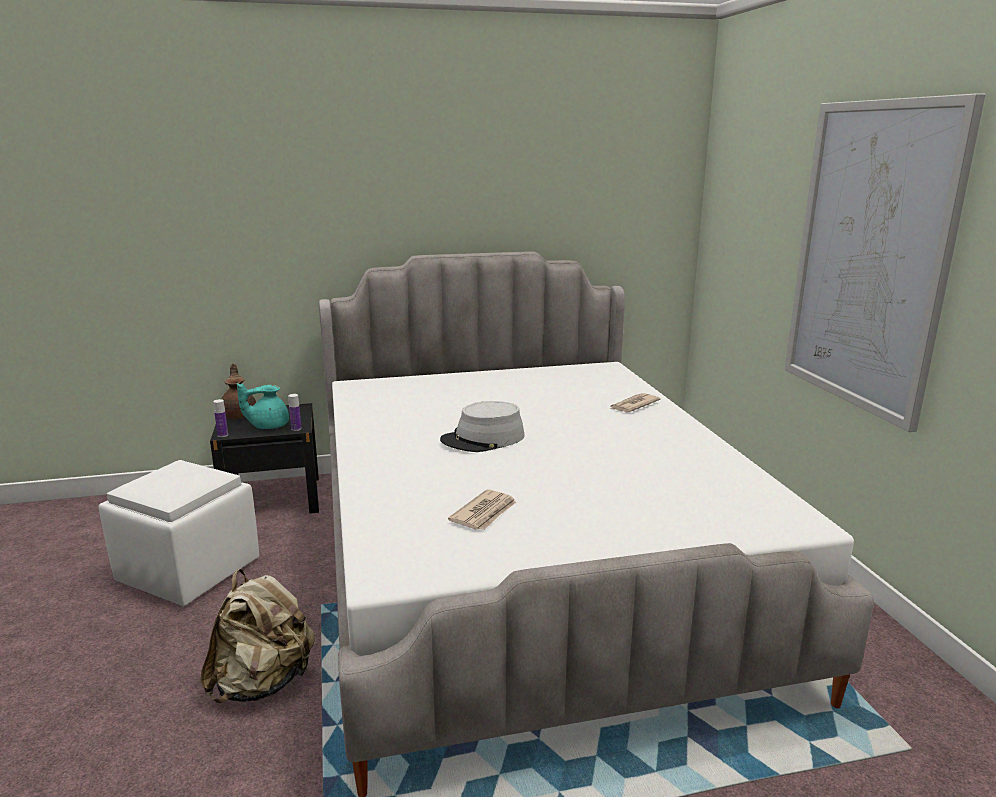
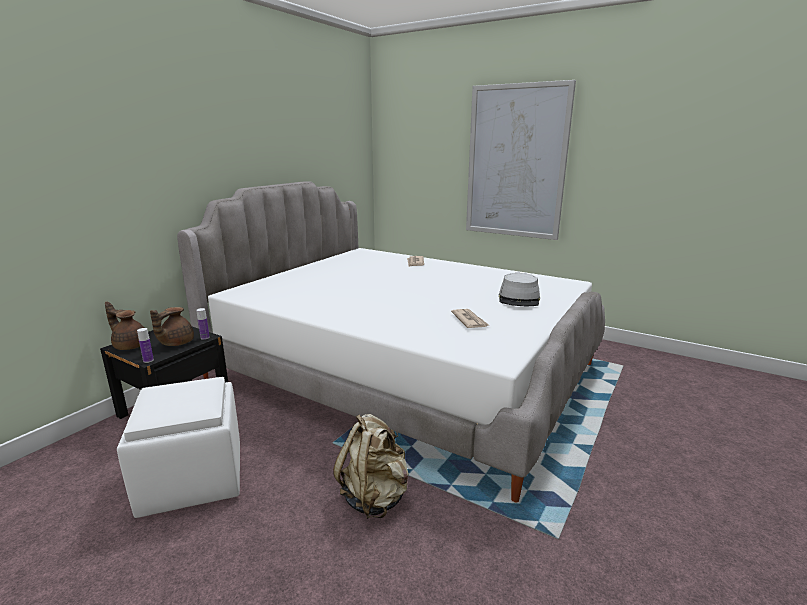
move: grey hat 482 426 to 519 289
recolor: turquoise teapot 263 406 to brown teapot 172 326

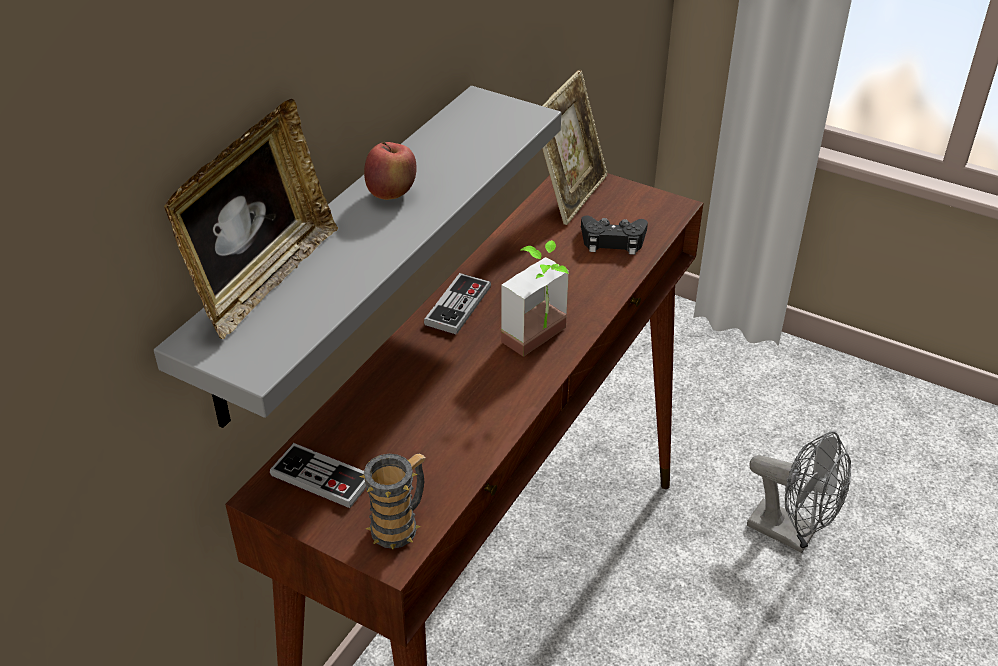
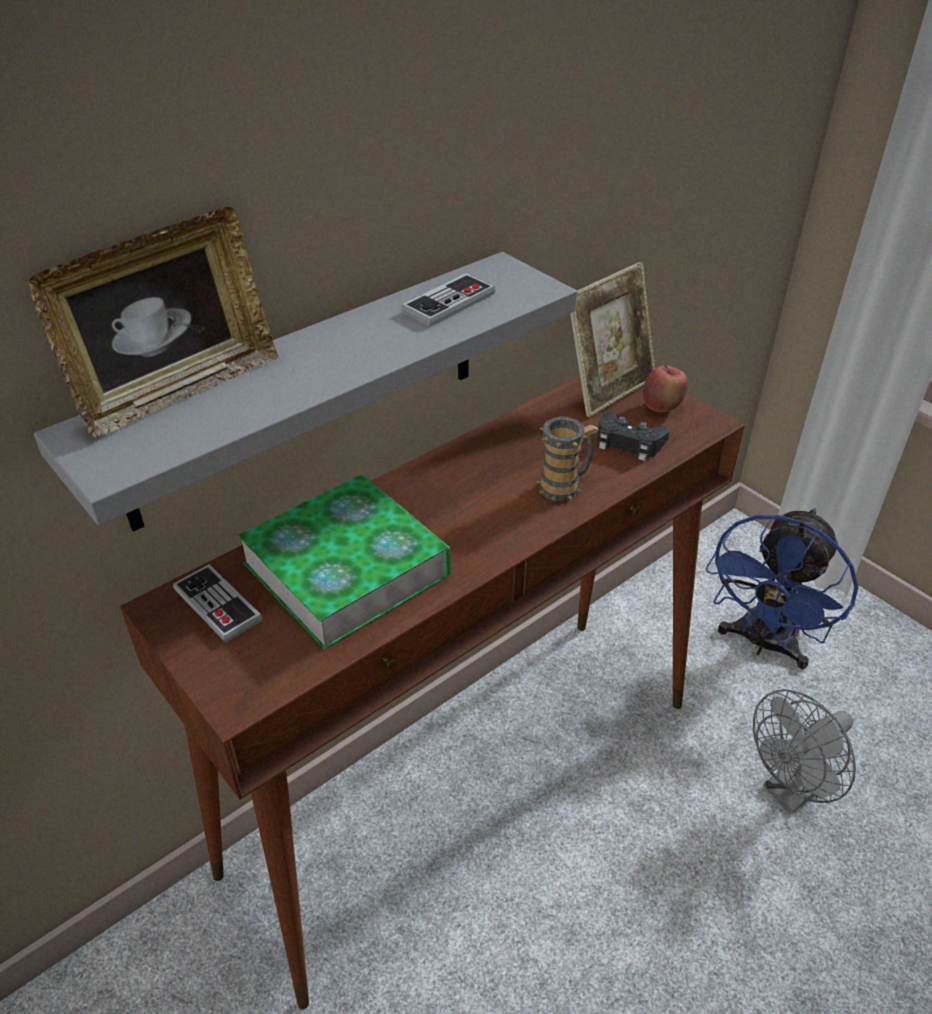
delete: potted plant 535 298
insert: book 344 562; blue fan 781 588
move: apple 390 170 to 665 388; game controller 457 304 to 448 300; mug 392 501 to 567 459
rotate: grey fan 799 492 = 804 751 90 degrees clockwise

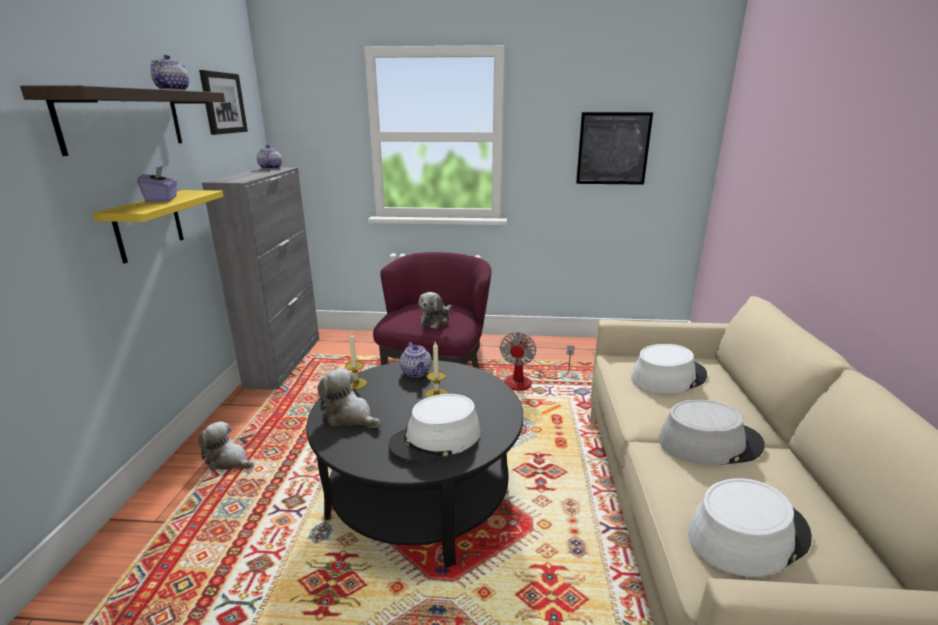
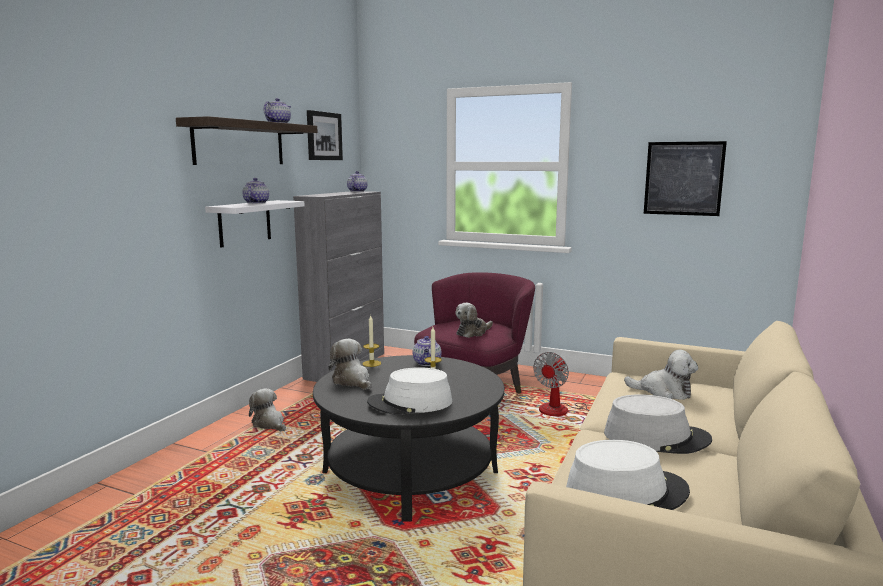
replace: purple tissue box 157 184 to teapot 255 191; white hat 669 369 to plush toy 661 375
recolor: yellow shelf 158 227 to white shelf 255 224

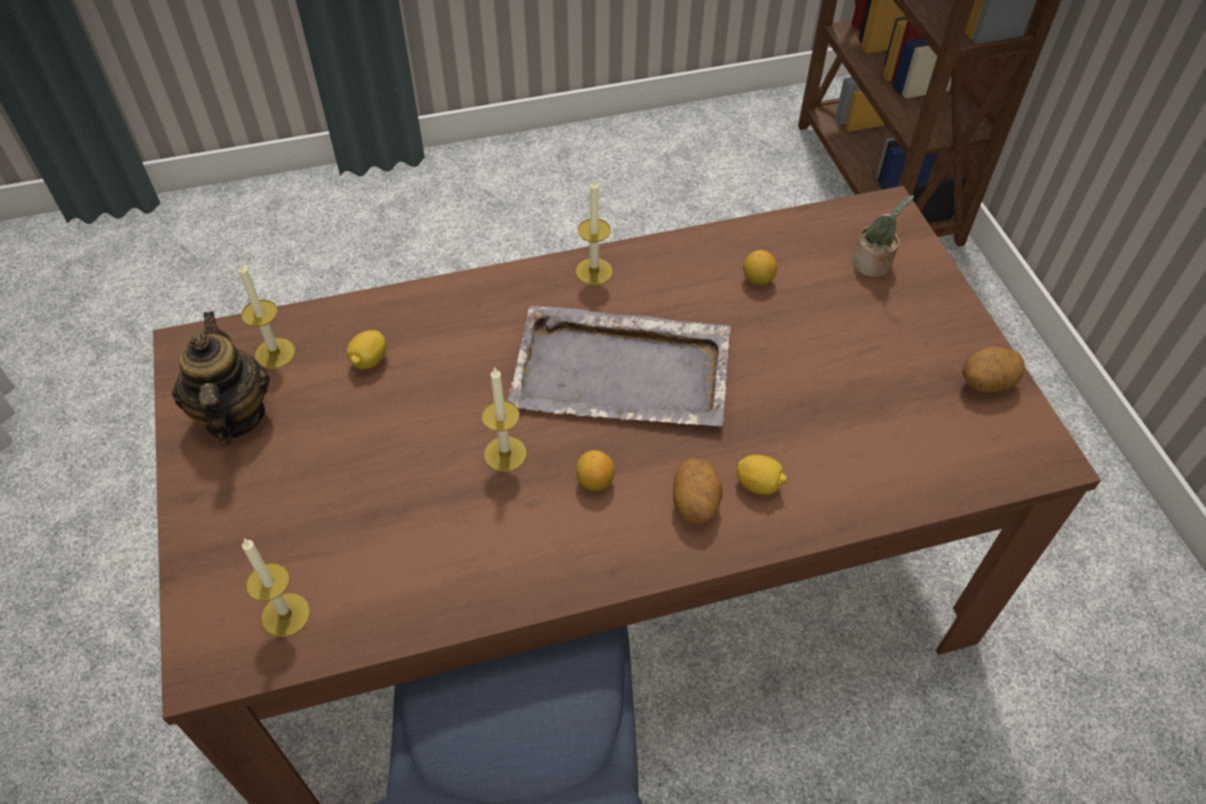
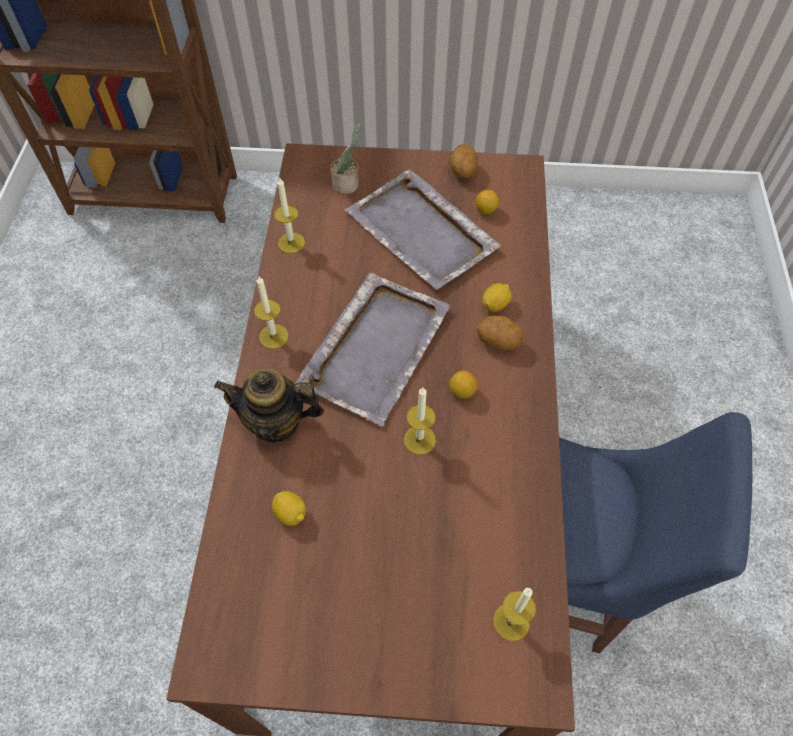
insert: grey tray 423 229
move: lemon 760 268 to 487 202; candle 266 315 to 289 215; teapot 221 379 to 269 405

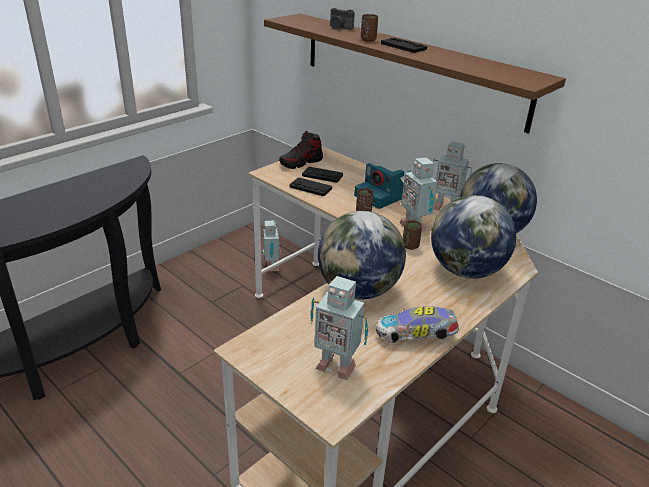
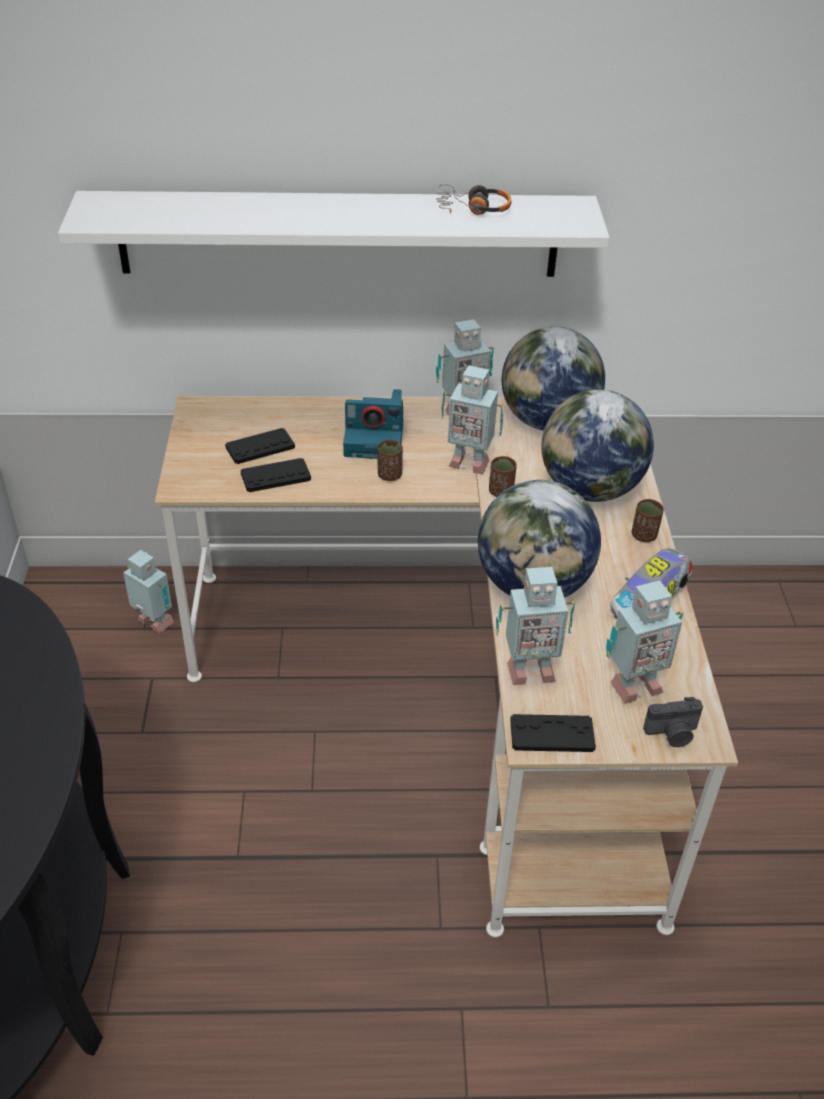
delete: shoe 301 150
insert: headphones 473 199; toy robot 535 626
move: photo camera 342 19 to 673 722; brown cup 369 28 to 648 520; black game controller 404 45 to 553 733
recolor: brown shelf 415 74 to white shelf 334 234

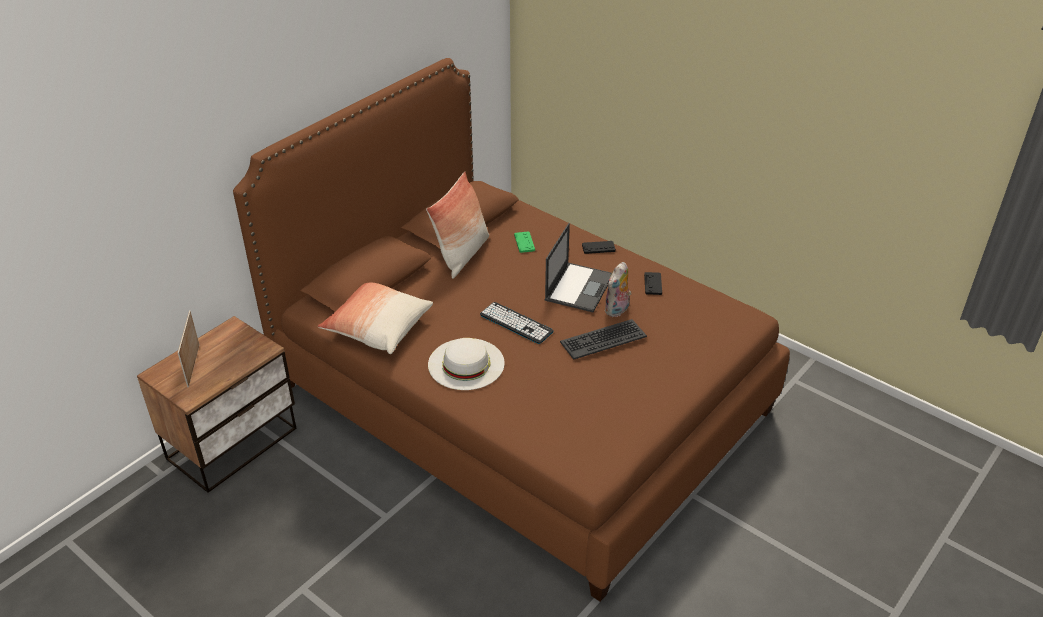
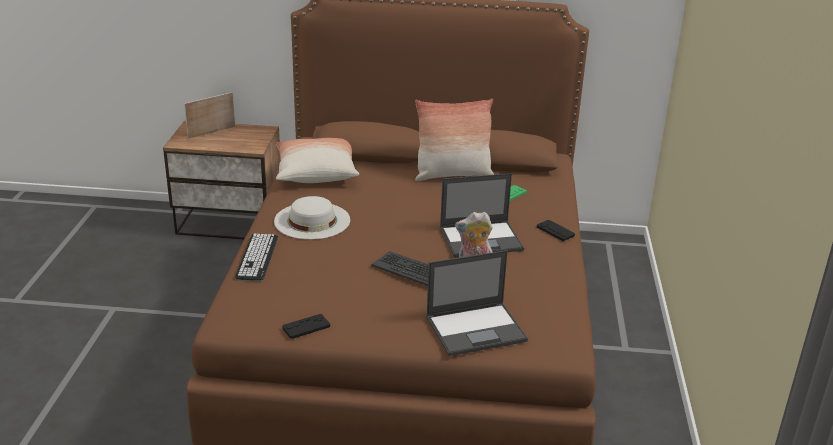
insert: laptop 477 303
move: black game controller 653 283 to 306 326; keyboard 517 323 to 256 257

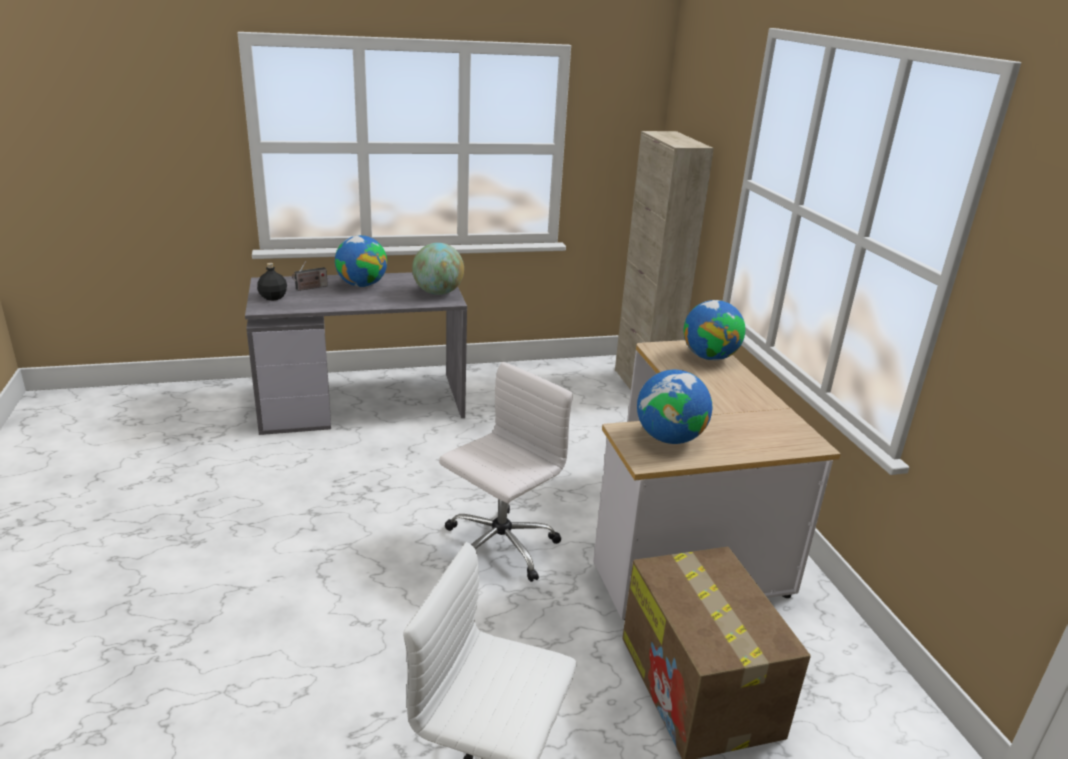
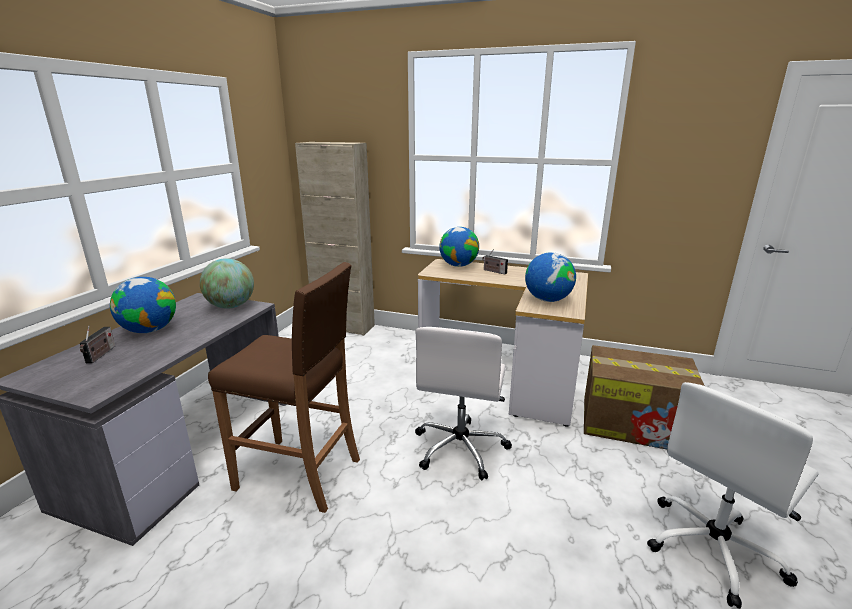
delete: black bottle 272 282
insert: radio 495 262; brown stool 284 387
rotate: white office chair 506 472 = 463 403 150 degrees counterclockwise

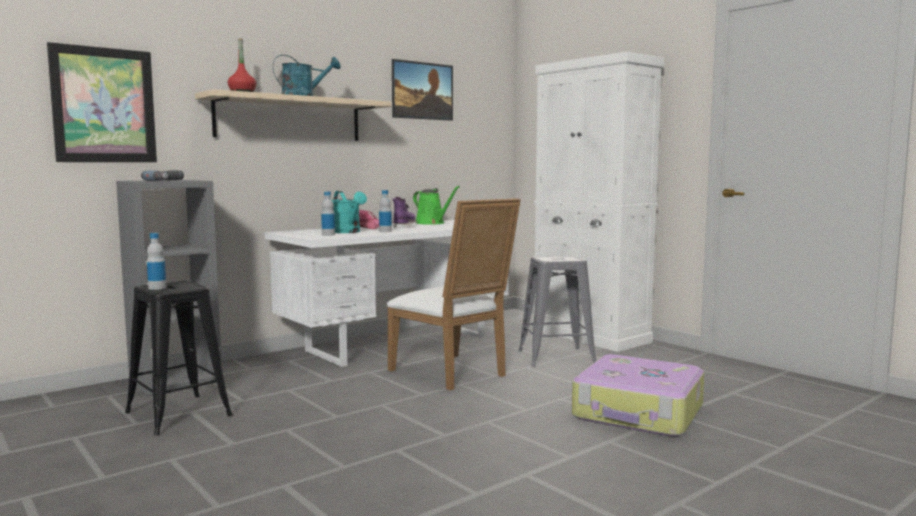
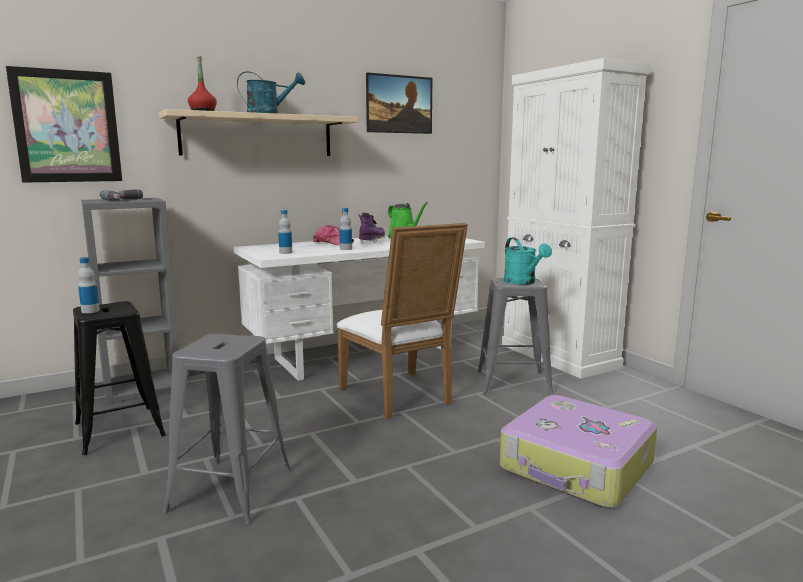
insert: grey stool 227 428
move: turquoise watering can 349 212 to 528 261

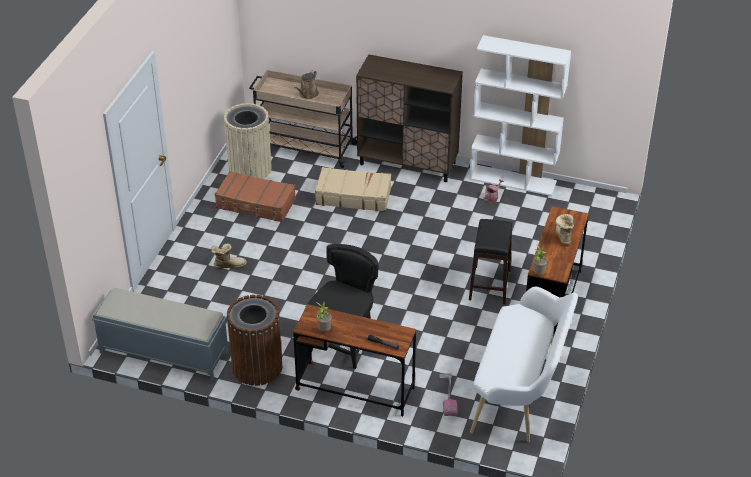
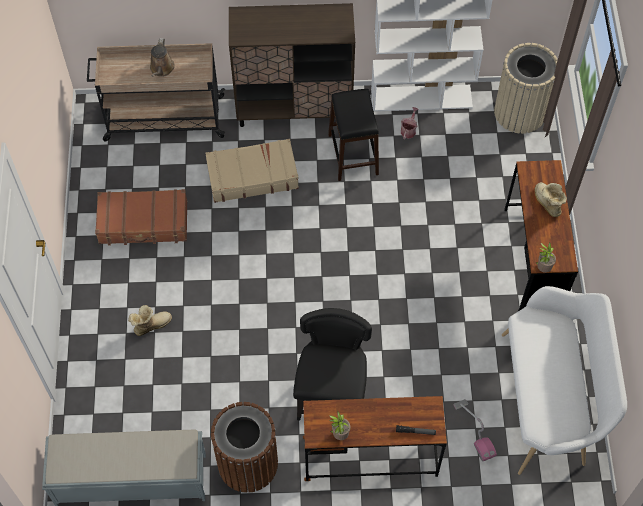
move: beige trash can 248 141 to 526 88; black stool 490 261 to 353 135

